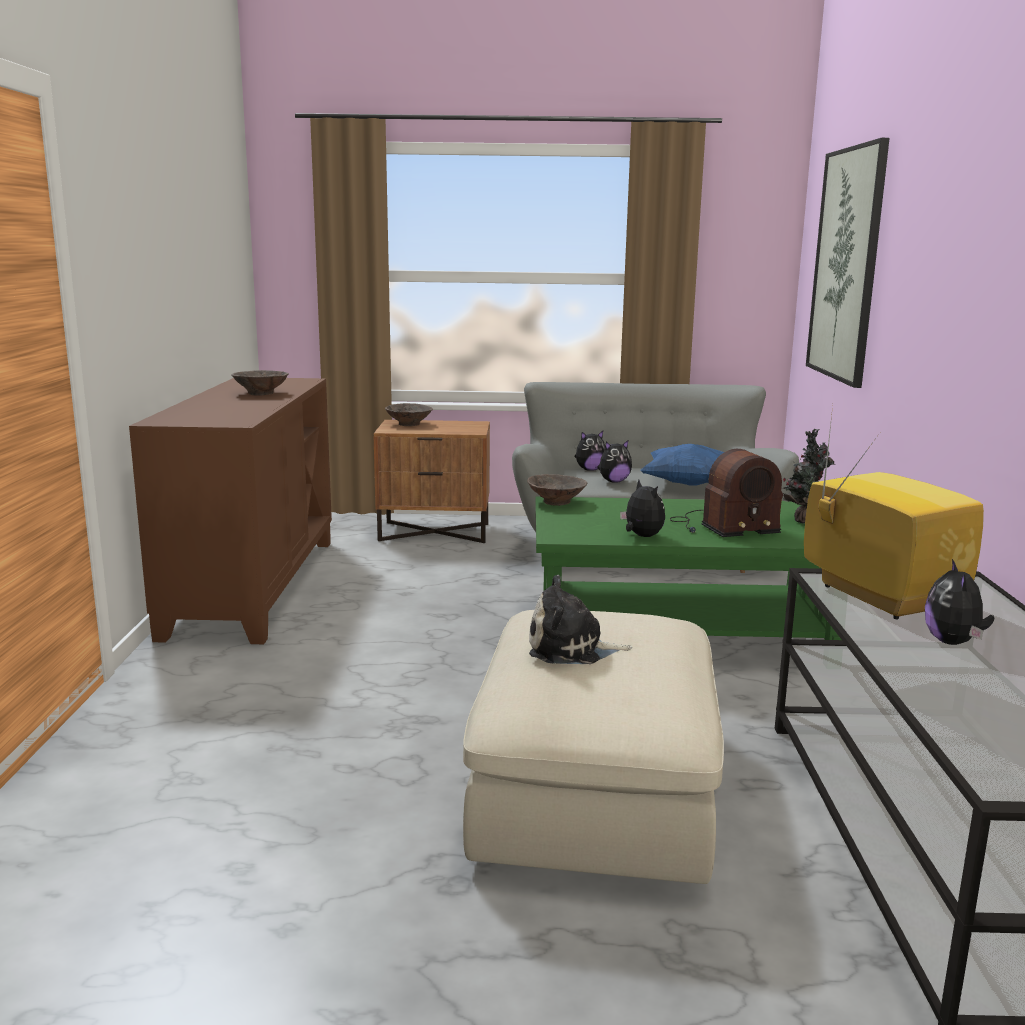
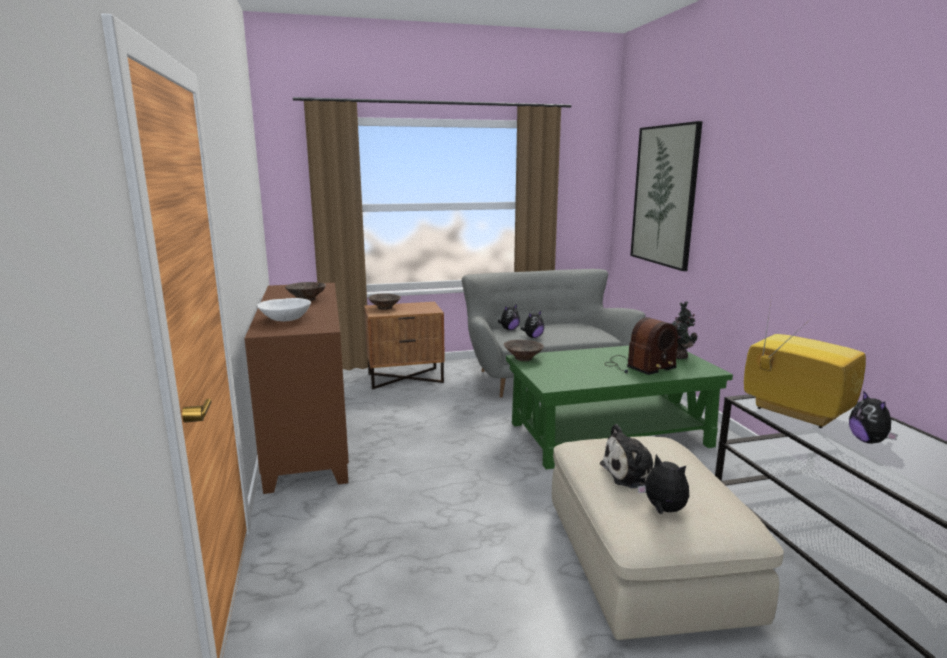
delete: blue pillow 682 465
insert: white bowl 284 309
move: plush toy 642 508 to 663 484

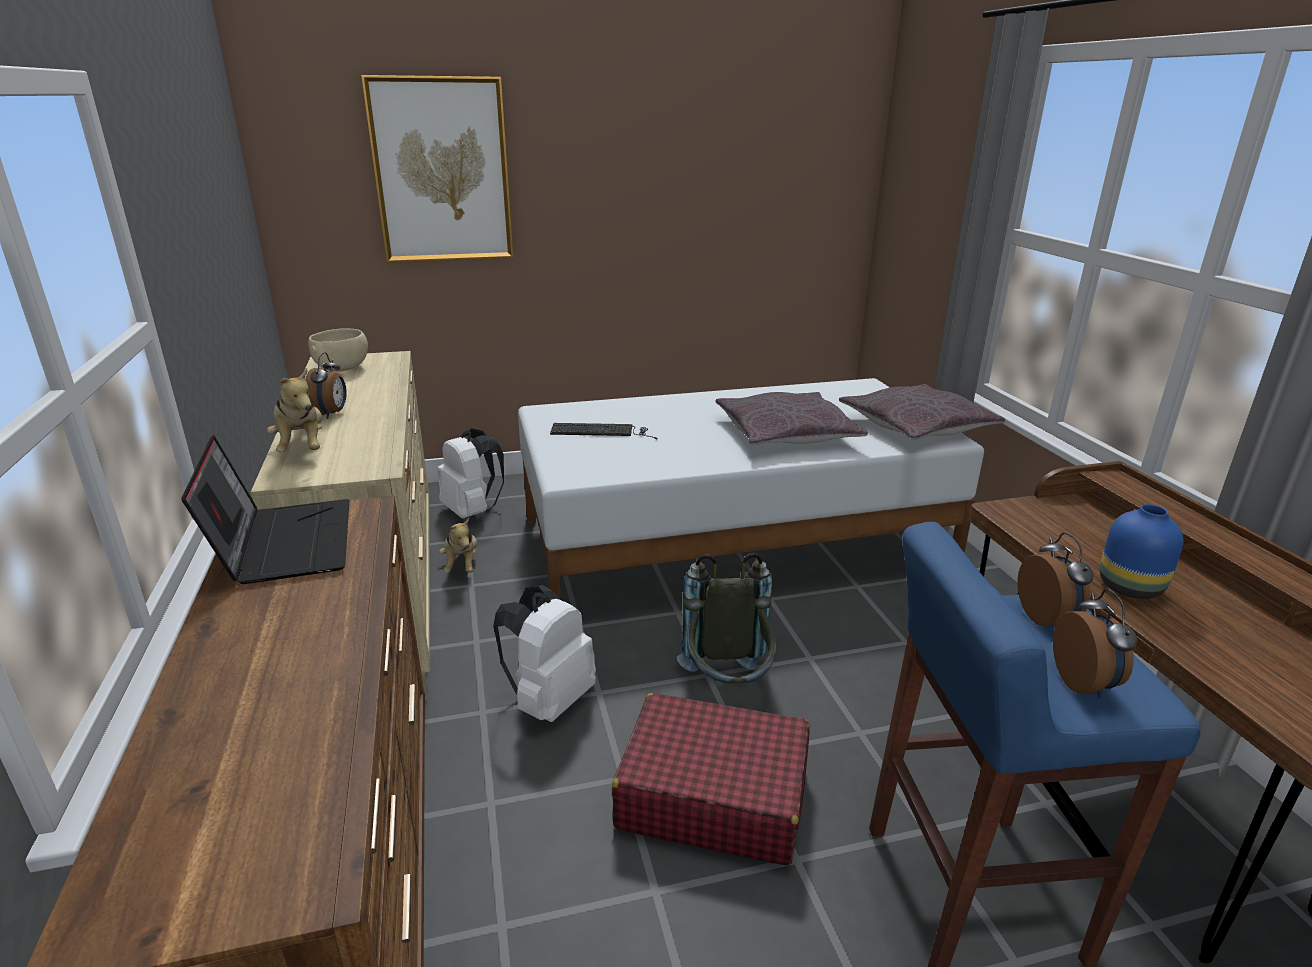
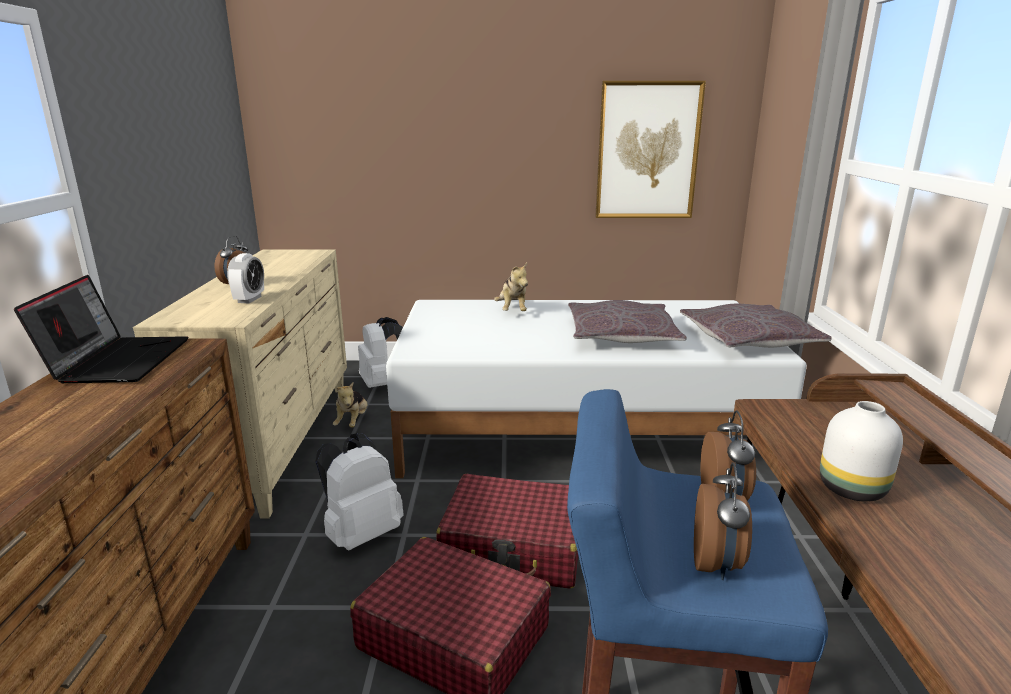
delete: beige bowl 338 350; keyboard 603 431
insert: alarm clock 245 278
move: picture 437 169 to 650 149; plush toy 294 410 to 511 287
replace: grey backpack 726 618 to red suitcase 507 531
recolor: blue vase 1141 551 to white vase 861 451

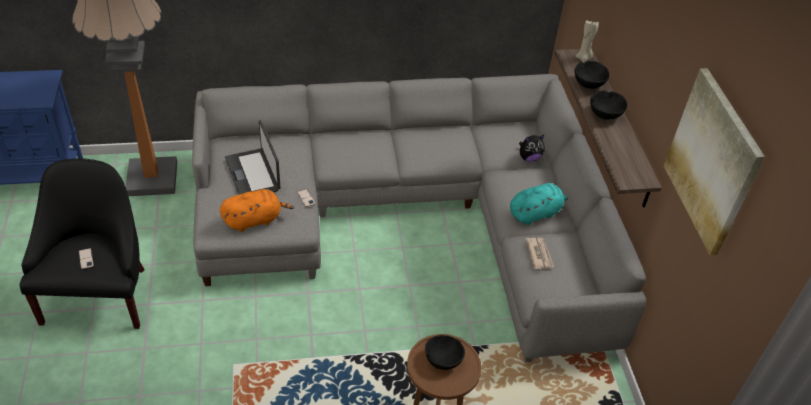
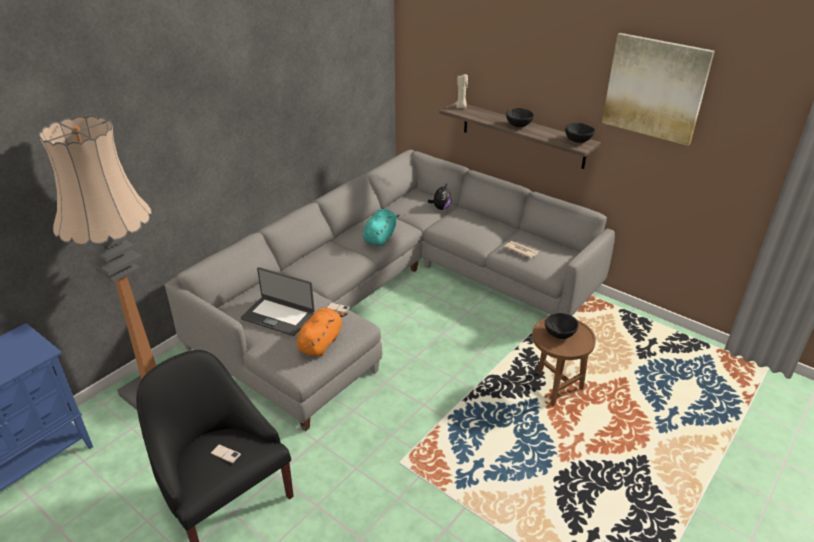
move: black bowl 592 75 to 580 133; turquoise plush toy 539 204 to 381 227

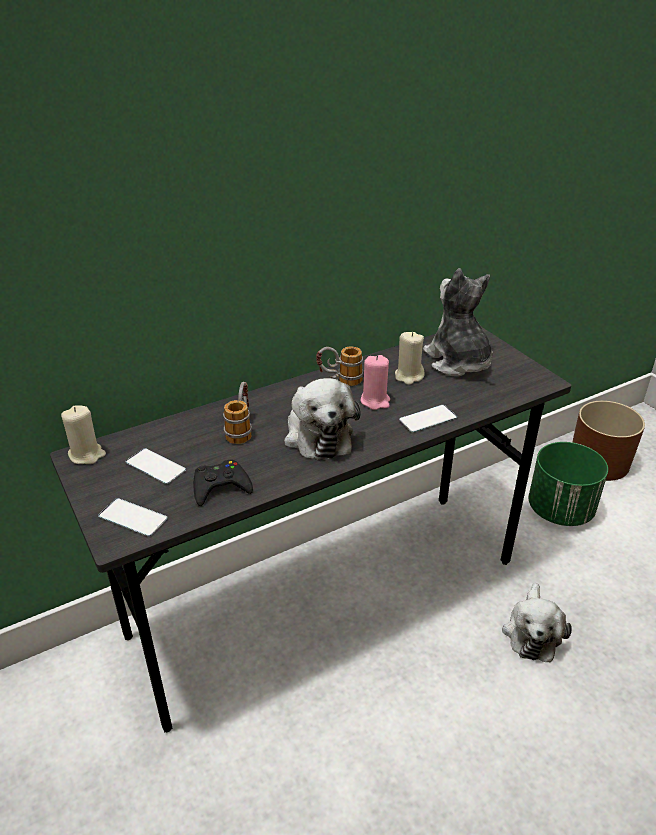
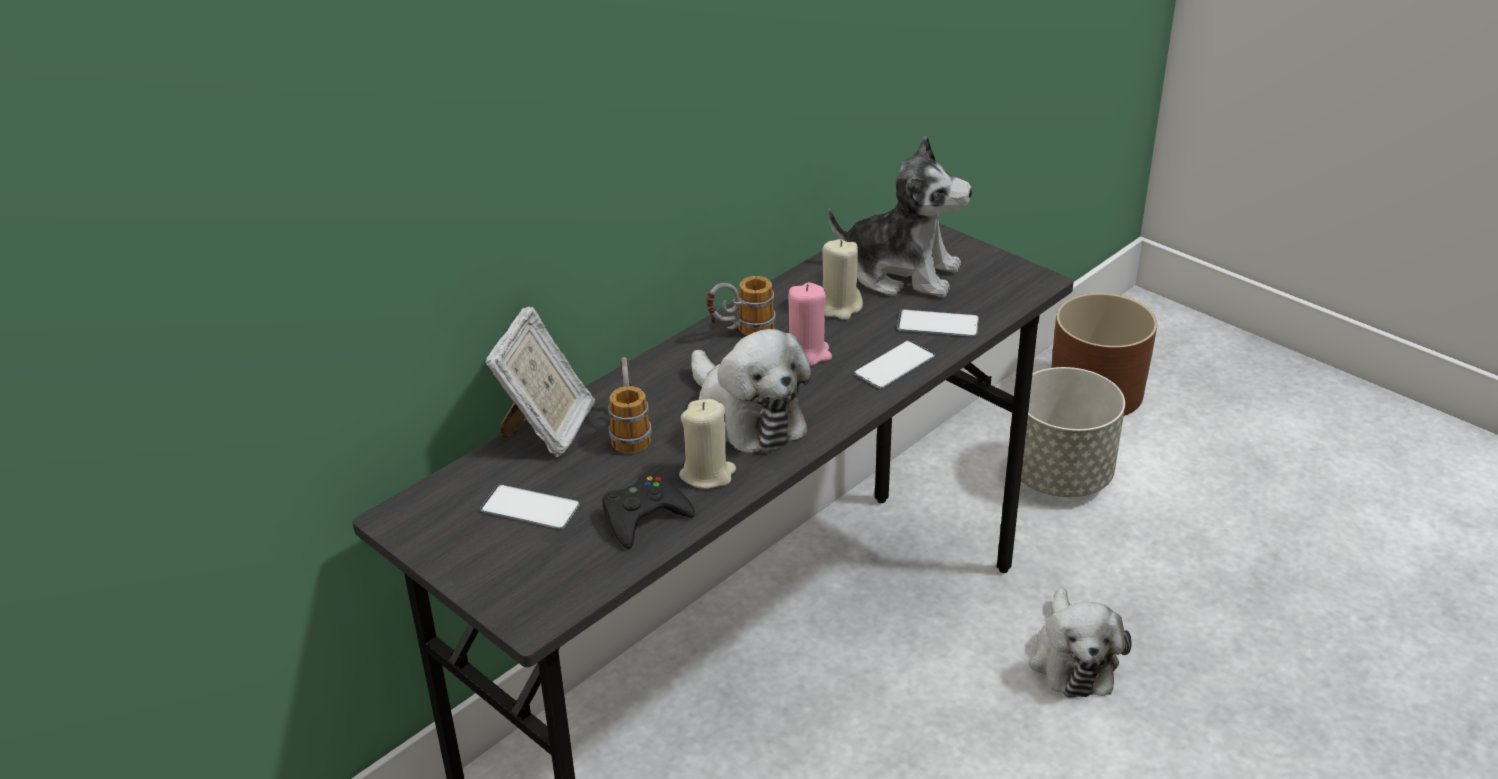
insert: picture frame 540 382
move: beige candle 83 434 to 707 444; phone 133 517 to 938 323
recolor: green planter 568 484 to grey planter 1073 432
rotate: plush toy 458 322 = 900 216 150 degrees clockwise

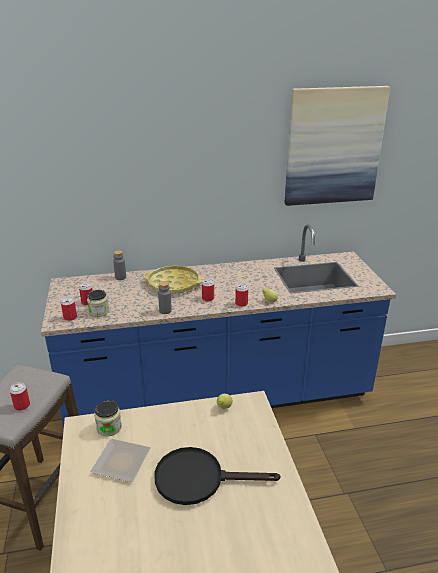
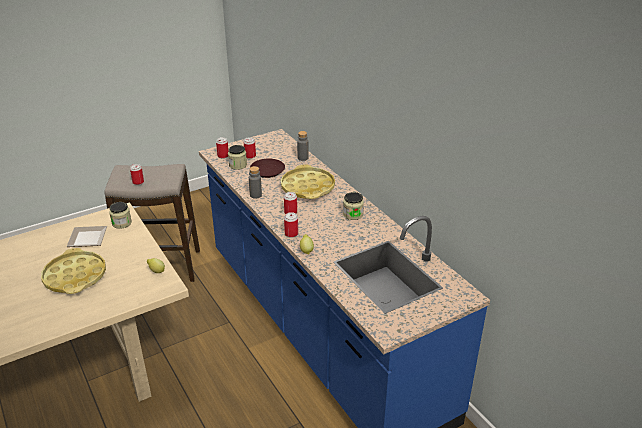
delete: picture 337 146
insert: brown plate 267 168; jar 353 206
replace: black frying pan 218 476 to yellow tray 73 271

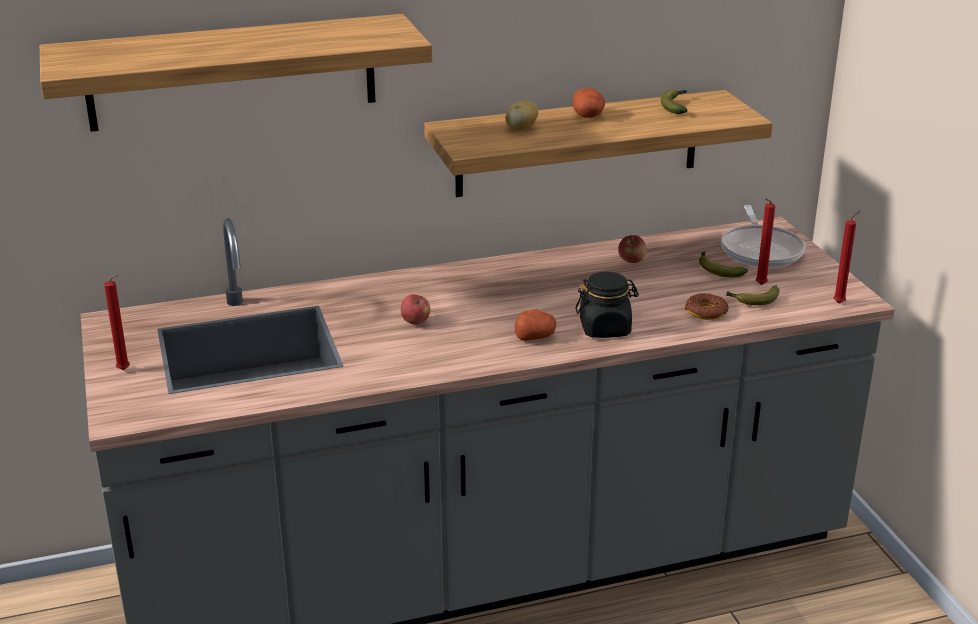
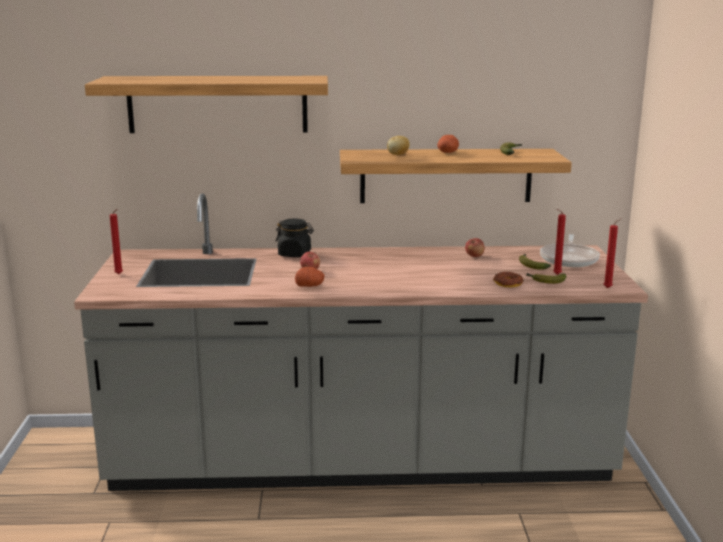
move: black jar 607 305 to 295 237; potato 536 325 to 310 277

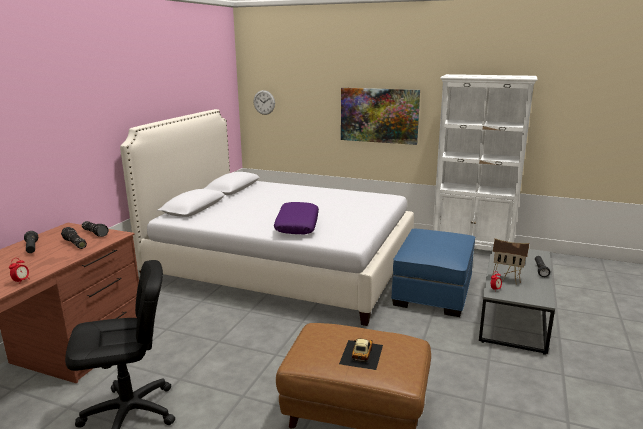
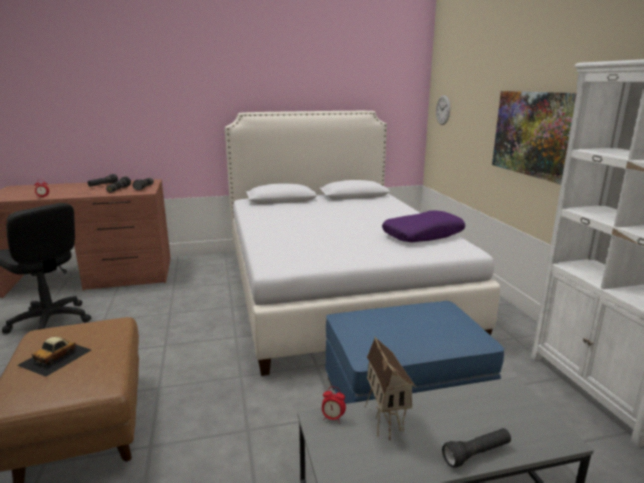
move: purple pillow 296 218 to 423 226
rotate: toy car 361 354 = 54 357 135 degrees clockwise

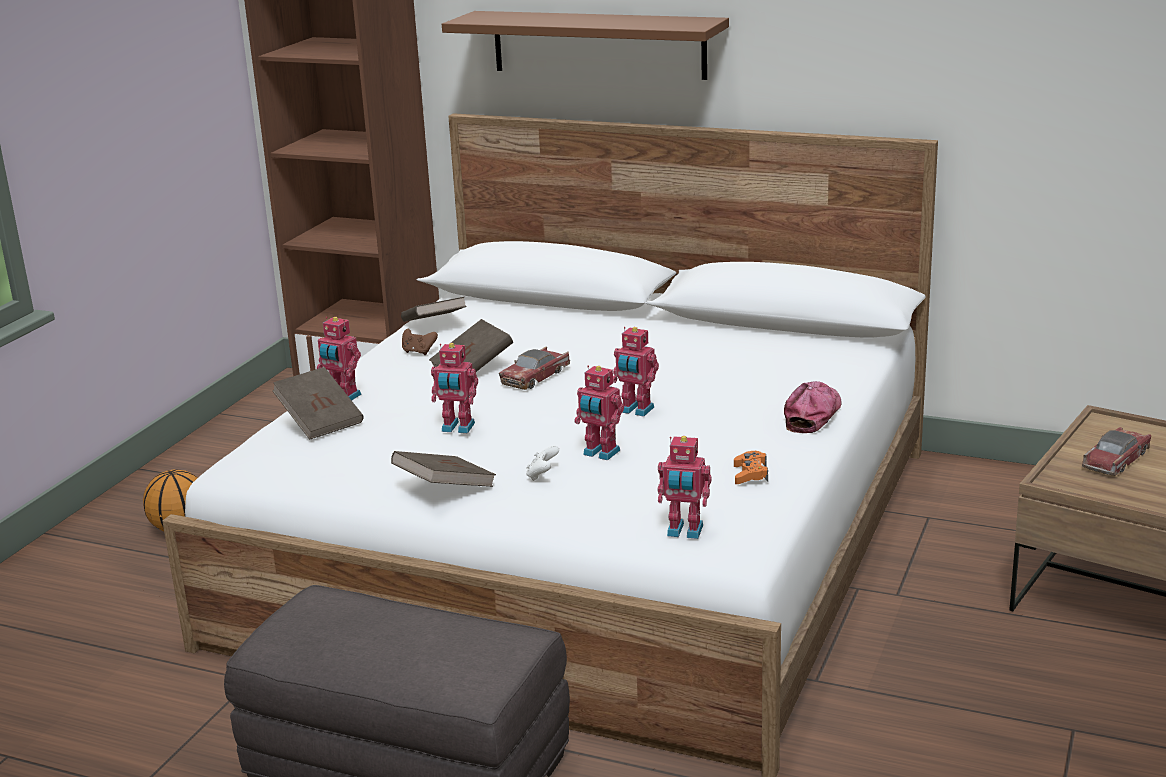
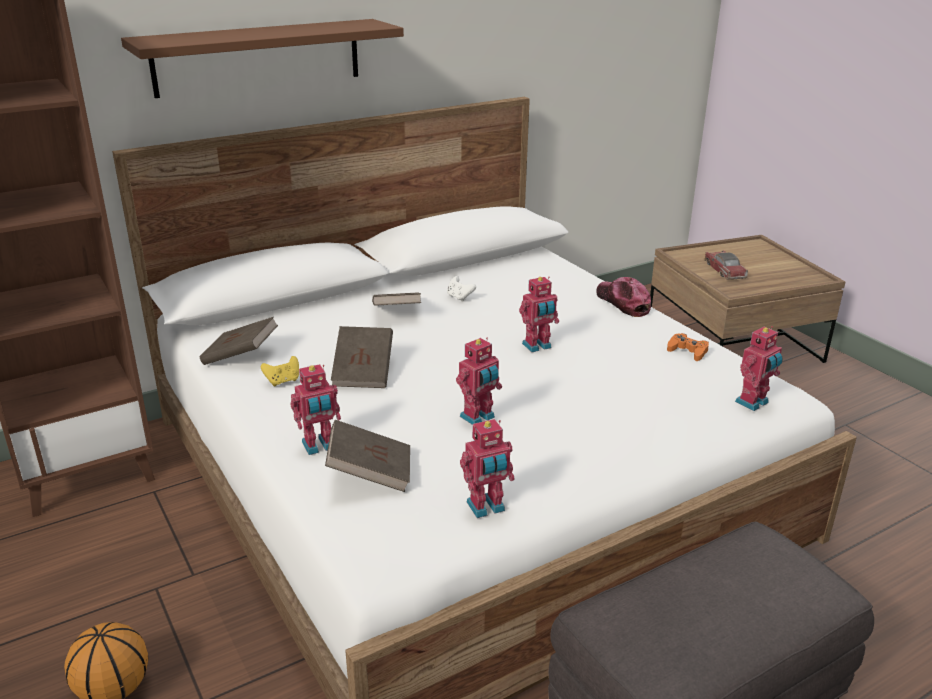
delete: toy car 534 368
move: toy robot 599 412 to 487 468; white game controller 542 463 to 461 289; brown book 443 469 to 397 299
recolor: brown game controller 420 342 to yellow game controller 280 371

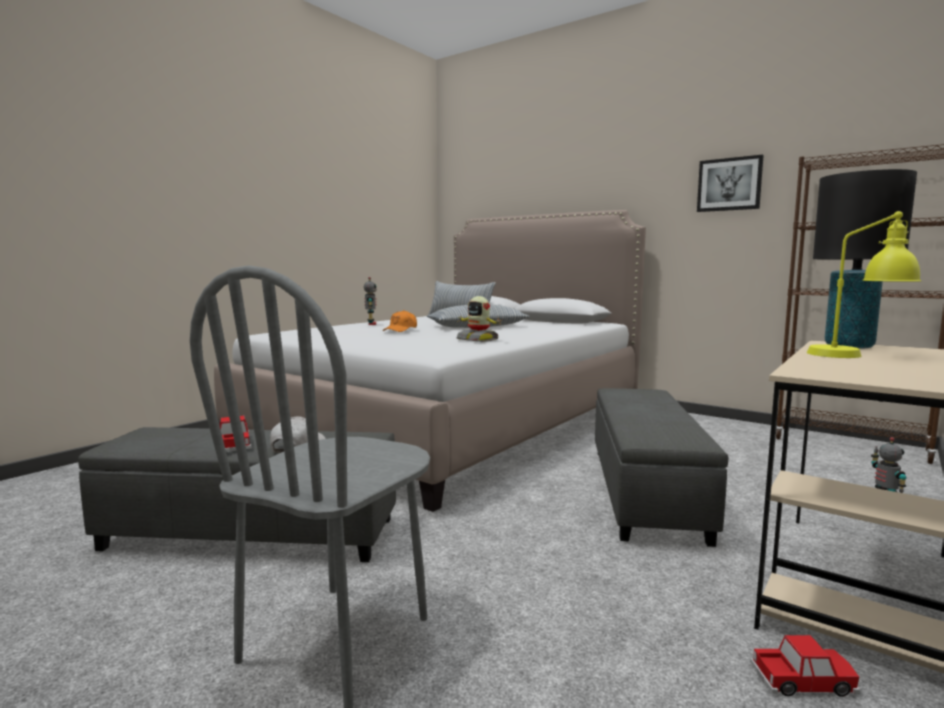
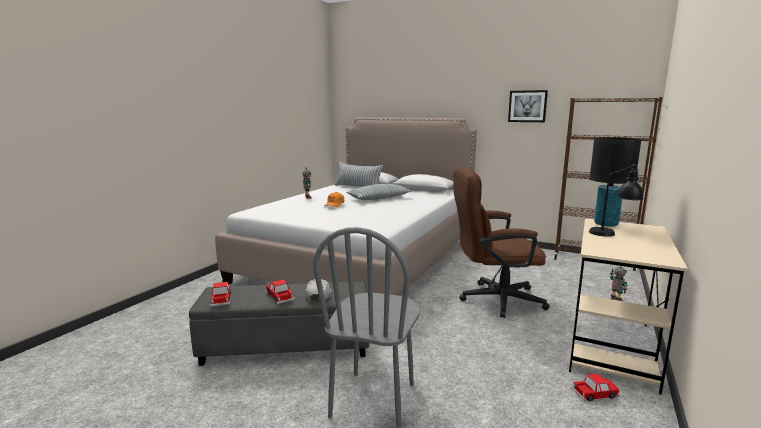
delete: toy robot 478 319
insert: toy car 221 294
replace: grey ottoman 661 467 to brown office chair 501 242
recolor: yellow table lamp 864 284 to black table lamp 616 200

